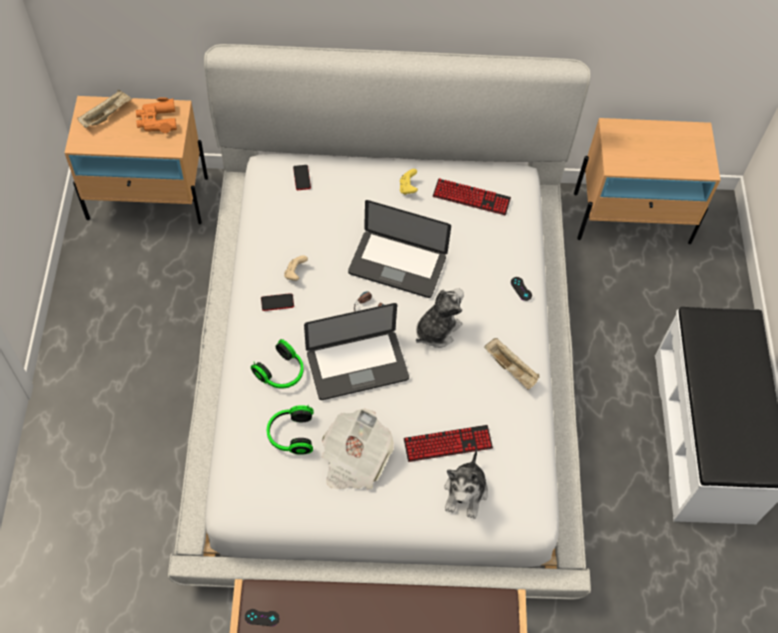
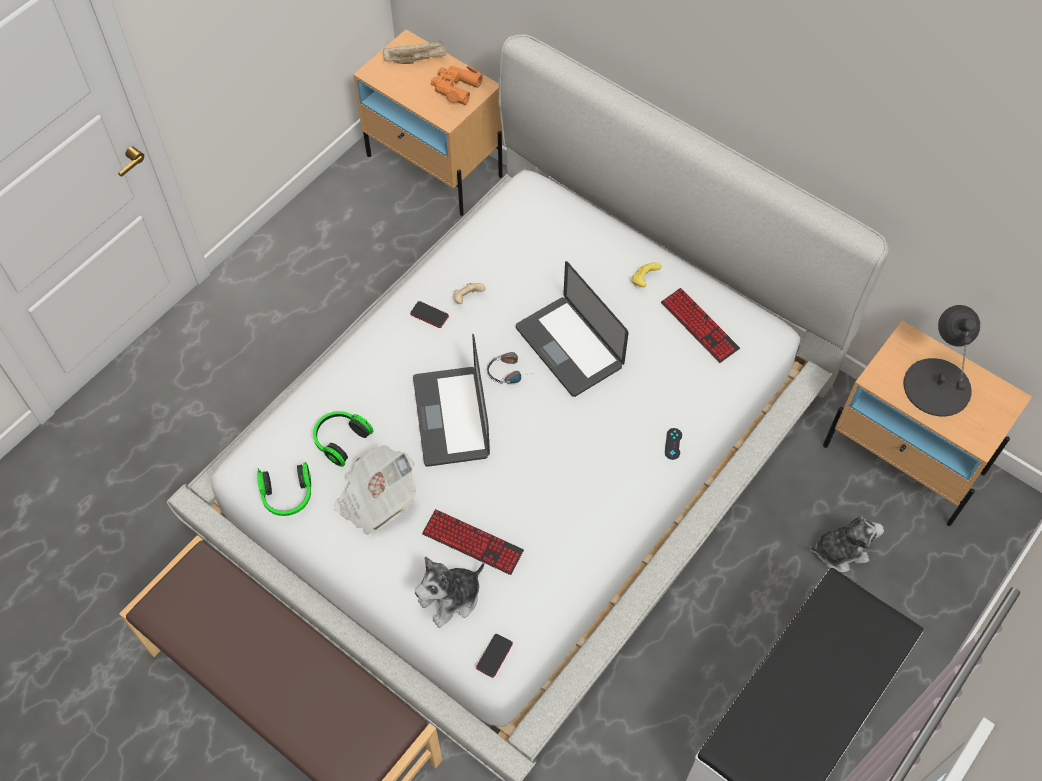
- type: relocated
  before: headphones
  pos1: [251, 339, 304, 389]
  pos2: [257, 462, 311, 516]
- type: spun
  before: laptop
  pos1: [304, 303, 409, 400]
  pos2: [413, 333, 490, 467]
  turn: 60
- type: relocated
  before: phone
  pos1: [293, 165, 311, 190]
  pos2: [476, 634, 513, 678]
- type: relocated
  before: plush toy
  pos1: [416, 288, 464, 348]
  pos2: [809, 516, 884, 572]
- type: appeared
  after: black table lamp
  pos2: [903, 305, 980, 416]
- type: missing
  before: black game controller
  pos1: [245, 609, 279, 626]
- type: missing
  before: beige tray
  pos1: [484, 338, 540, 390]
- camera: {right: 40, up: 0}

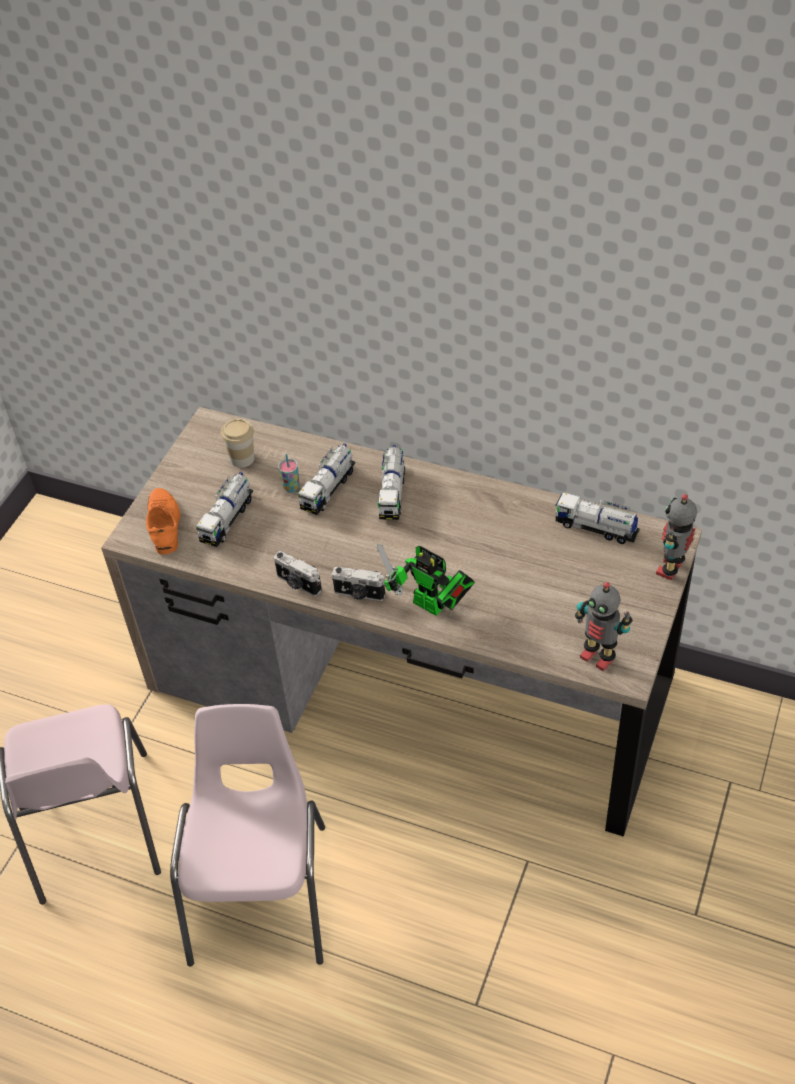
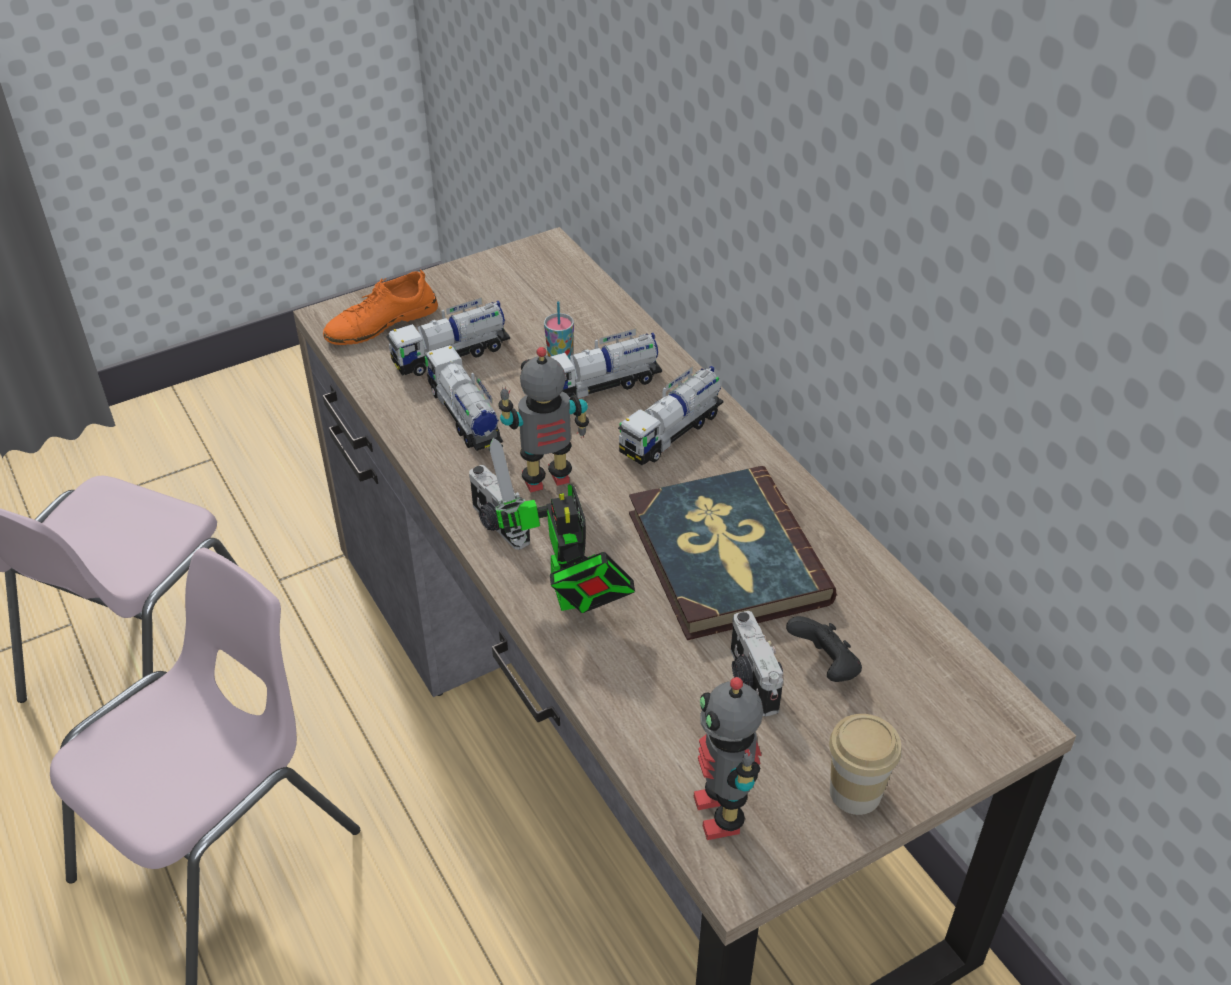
- type: spun
  before: orange shoe
  pos1: [146, 488, 180, 554]
  pos2: [323, 269, 438, 345]
  turn: -150
- type: relocated
  before: toy truck
  pos1: [555, 492, 640, 544]
  pos2: [425, 345, 503, 451]
- type: relocated
  before: toy robot
  pos1: [656, 494, 697, 581]
  pos2: [498, 347, 589, 493]
- type: appeared
  after: book
  pos2: [629, 466, 837, 640]
- type: relocated
  before: photo camera
  pos1: [274, 551, 322, 596]
  pos2: [731, 611, 783, 717]
- type: appeared
  after: black game controller
  pos2: [786, 616, 862, 682]
- type: relocated
  before: cup
  pos1: [221, 419, 254, 468]
  pos2: [829, 714, 902, 815]
- camera: {right: 35, up: -5}

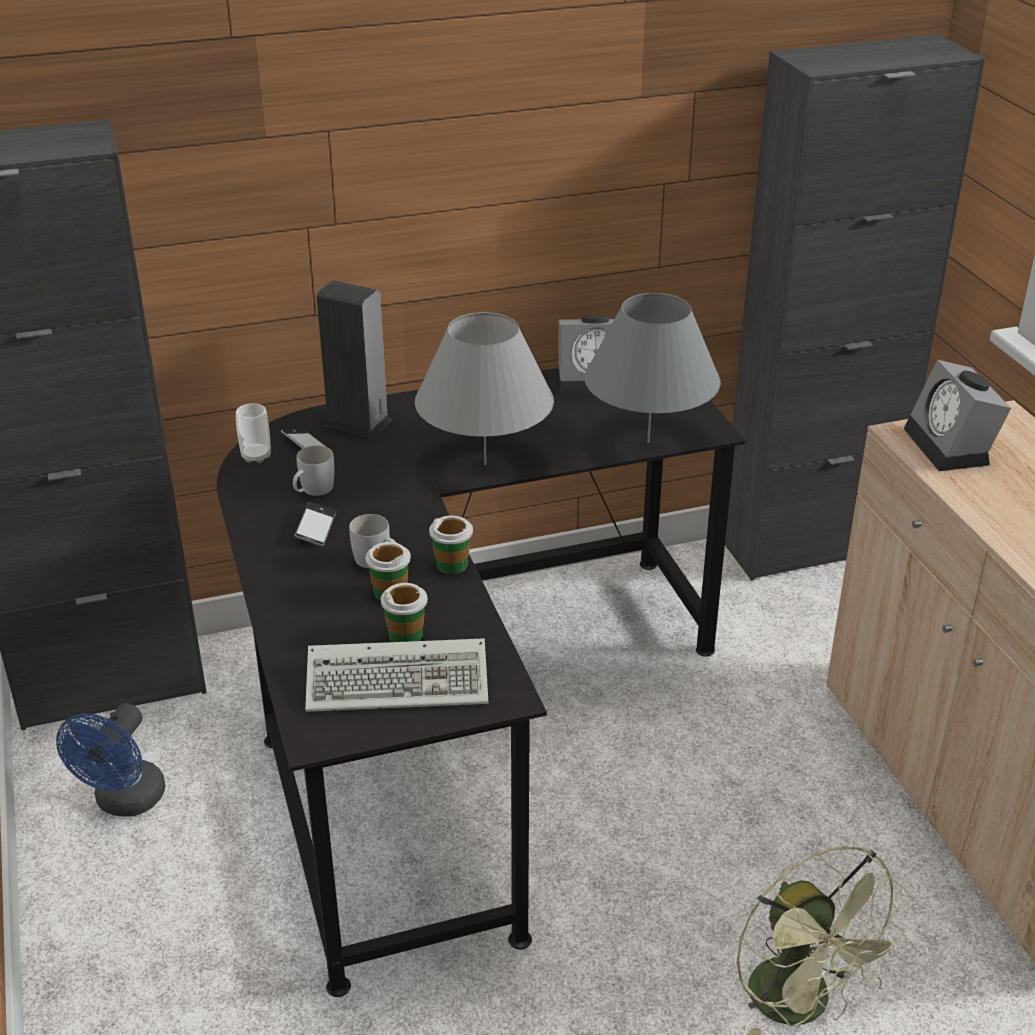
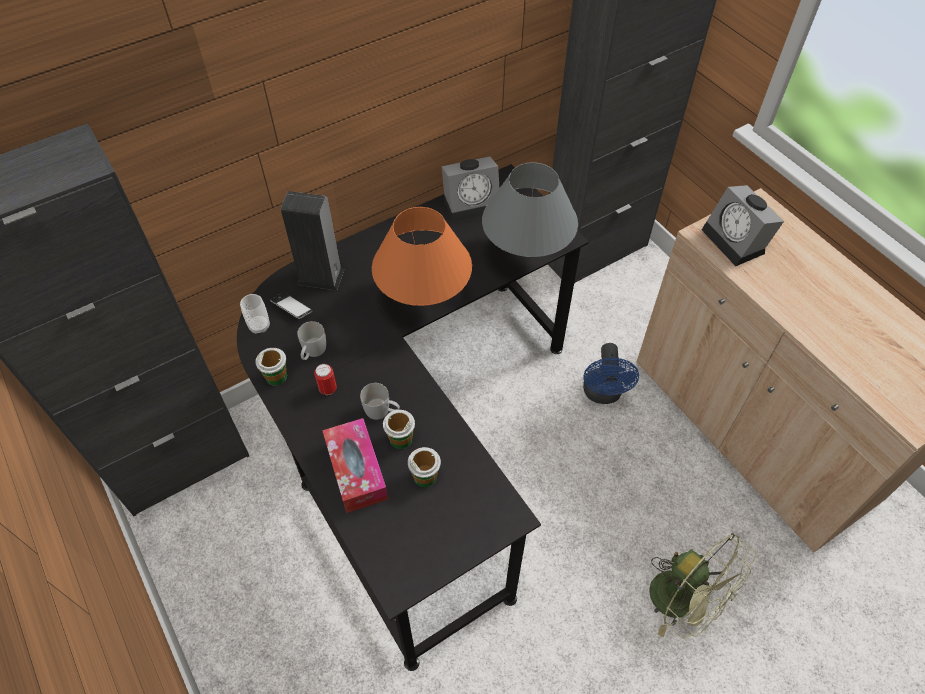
- type: relocated
  before: cup
  pos1: [429, 515, 473, 574]
  pos2: [255, 348, 287, 386]
- type: exchanged
  before: phone
  after: can
  pos1: [295, 502, 336, 546]
  pos2: [314, 364, 337, 395]
- type: appeared
  after: tissue box
  pos2: [322, 418, 388, 513]
- type: colour
  before: grey table lamp
  after: orange table lamp
  pos1: [415, 312, 554, 465]
  pos2: [372, 207, 472, 306]
- type: relocated
  before: blue fan
  pos1: [56, 703, 165, 816]
  pos2: [583, 343, 639, 404]
- type: missing
  before: keyboard
  pos1: [305, 638, 488, 712]
- camera: {right: -15, up: 20}

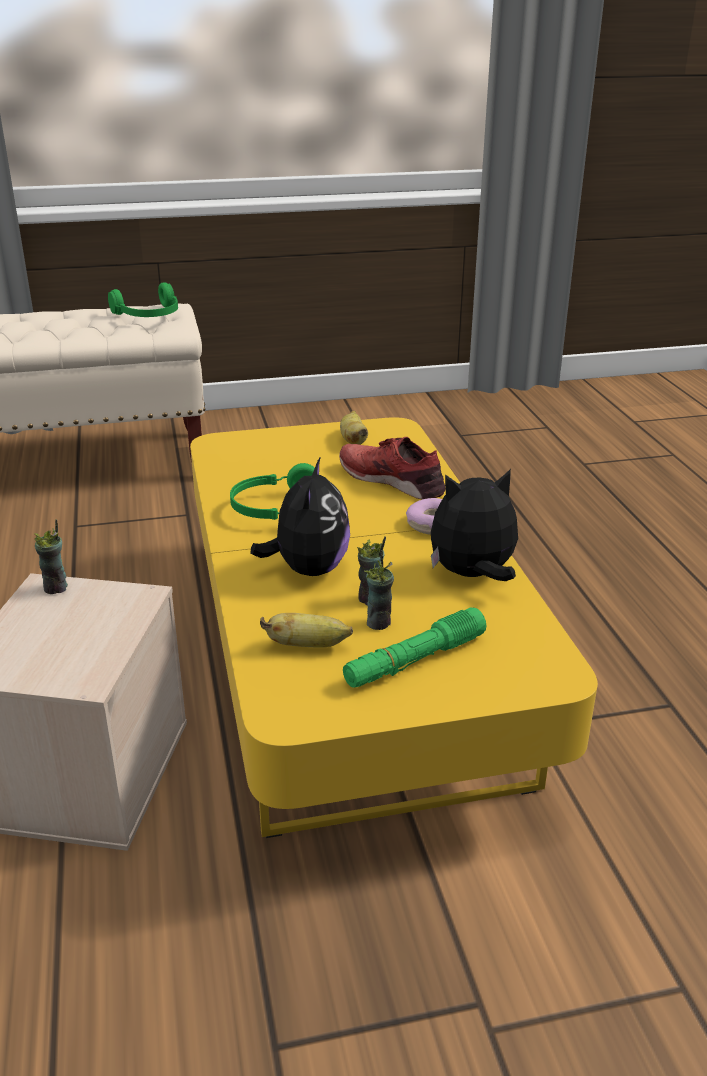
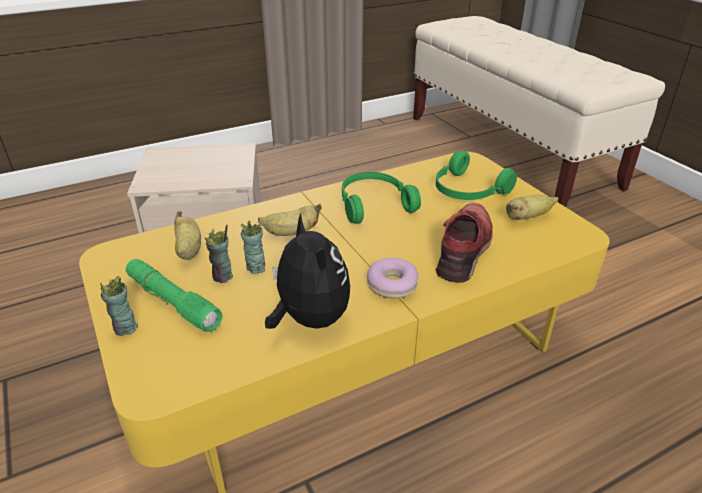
- type: relocated
  before: cup
  pos1: [35, 519, 68, 594]
  pos2: [100, 276, 138, 336]
- type: exchanged
  before: plush toy
  after: banana
  pos1: [250, 456, 350, 576]
  pos2: [258, 204, 322, 236]
- type: relocated
  before: green headphones
  pos1: [108, 282, 178, 317]
  pos2: [436, 151, 517, 200]
- camera: {right: 75, up: 5}

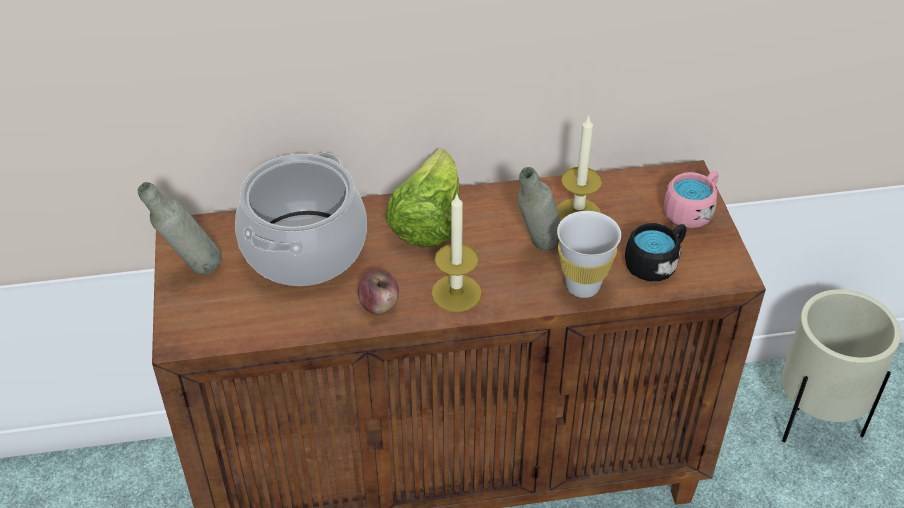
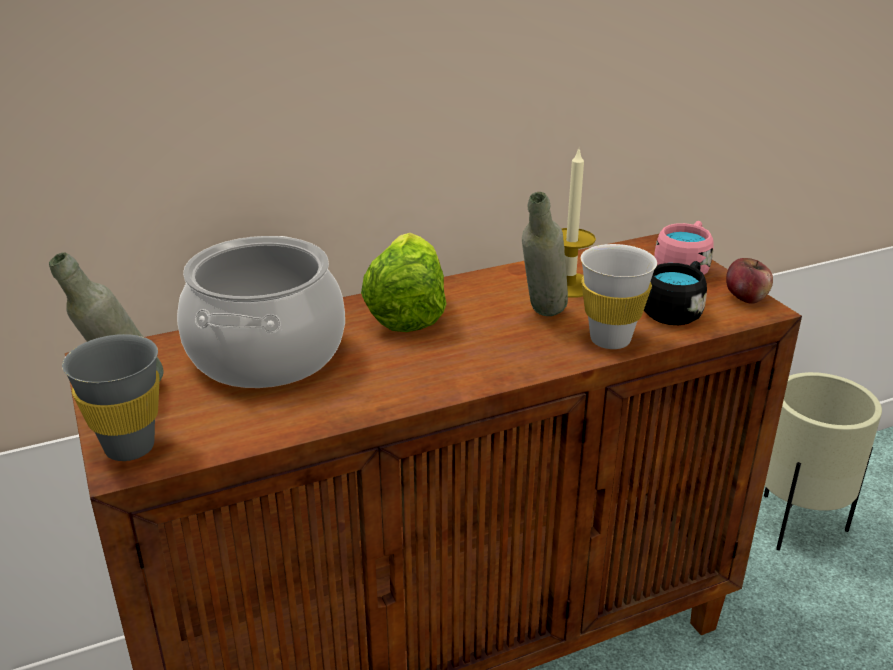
- type: appeared
  after: grey cup
  pos2: [62, 334, 160, 461]
- type: relocated
  before: apple
  pos1: [358, 270, 399, 314]
  pos2: [726, 258, 773, 304]
- type: missing
  before: candle
  pos1: [431, 194, 482, 312]
- camera: {right: -15, up: -15}

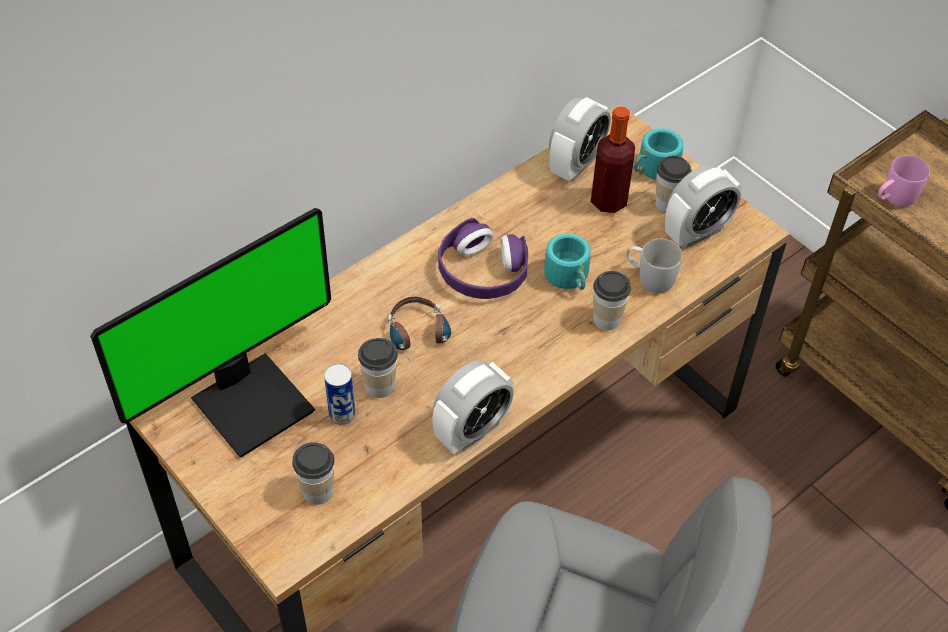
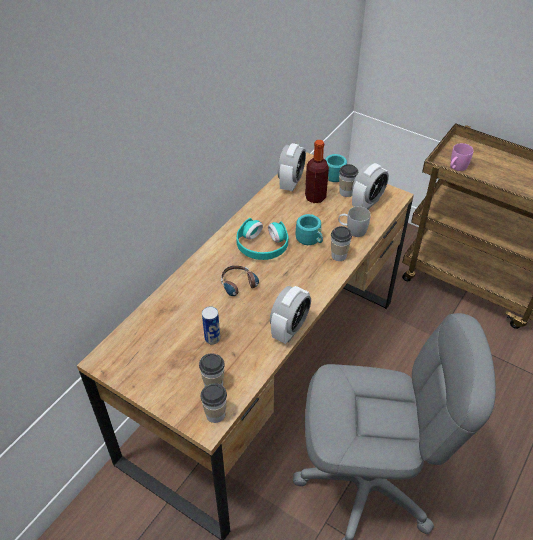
- type: relocated
  before: cup
  pos1: [358, 338, 398, 398]
  pos2: [200, 383, 227, 423]
- type: colour
  before: purple headphones
  after: turquoise headphones
  pos1: [438, 218, 528, 299]
  pos2: [236, 218, 288, 260]
- type: missing
  before: monitor
  pos1: [90, 208, 331, 457]
- camera: {right: -15, up: -5}

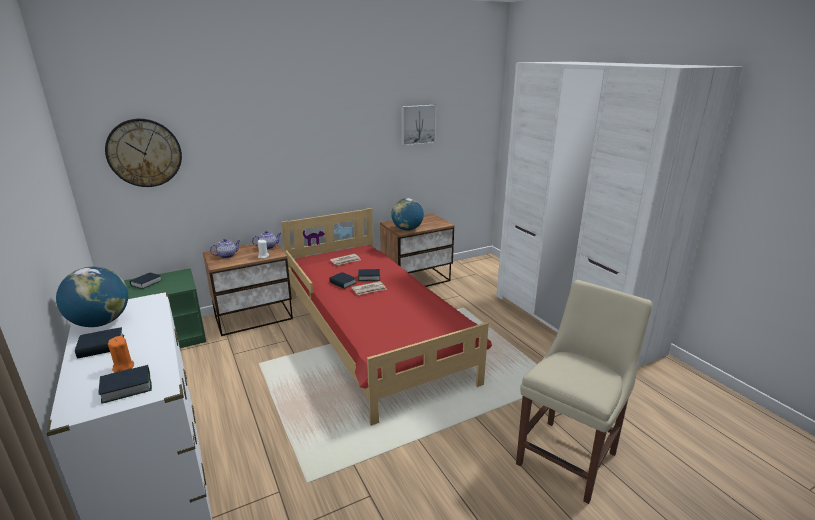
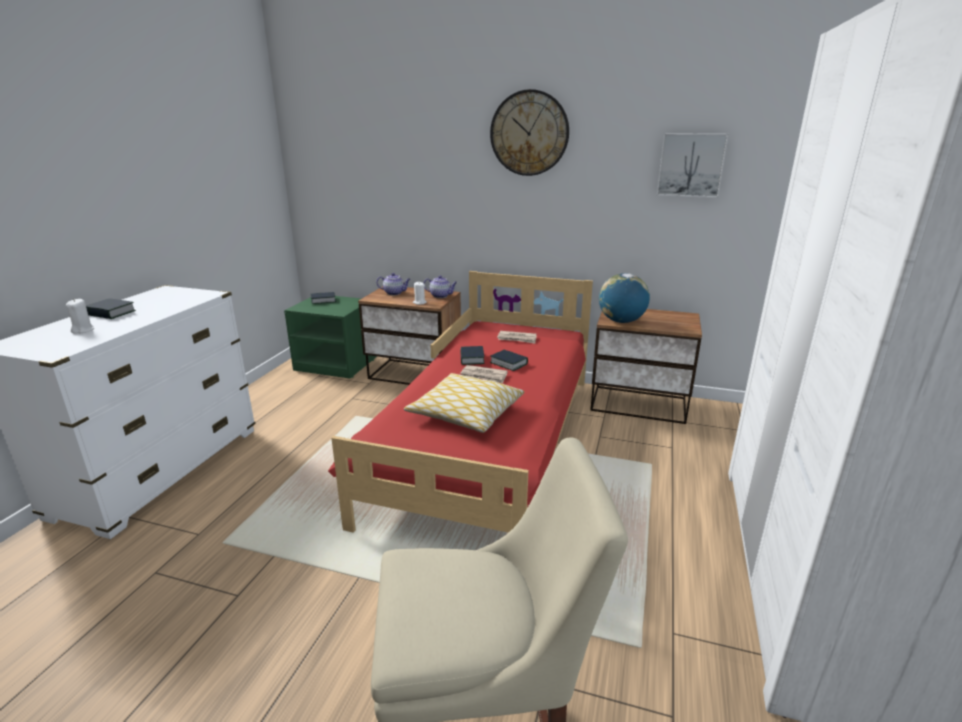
- type: colour
  before: orange candle
  after: white candle
  pos1: [108, 336, 134, 372]
  pos2: [66, 299, 94, 334]
- type: appeared
  after: pillow
  pos2: [404, 373, 524, 433]
- type: relocated
  before: wall clock
  pos1: [105, 119, 182, 187]
  pos2: [490, 89, 569, 176]
- type: missing
  before: globe
  pos1: [56, 267, 128, 327]
- type: missing
  before: book
  pos1: [99, 365, 152, 404]
- camera: {right: 45, up: 0}

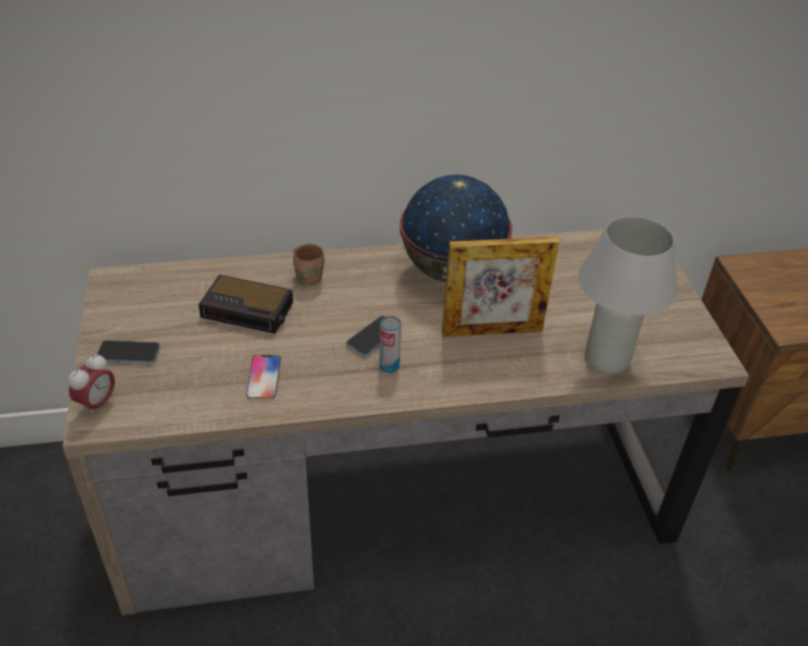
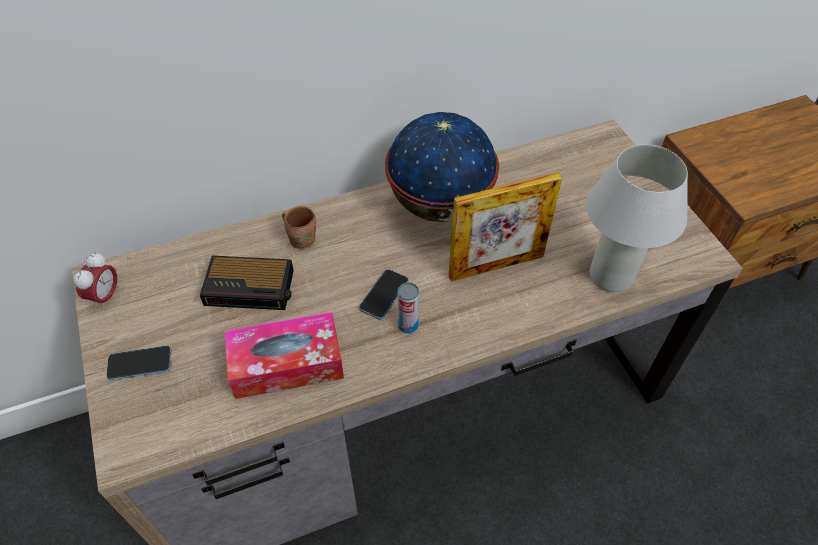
- type: relocated
  before: alarm clock
  pos1: [68, 353, 115, 417]
  pos2: [73, 252, 119, 309]
- type: exchanged
  before: phone
  after: tissue box
  pos1: [246, 355, 281, 399]
  pos2: [225, 312, 344, 399]
- camera: {right: -10, up: 10}

